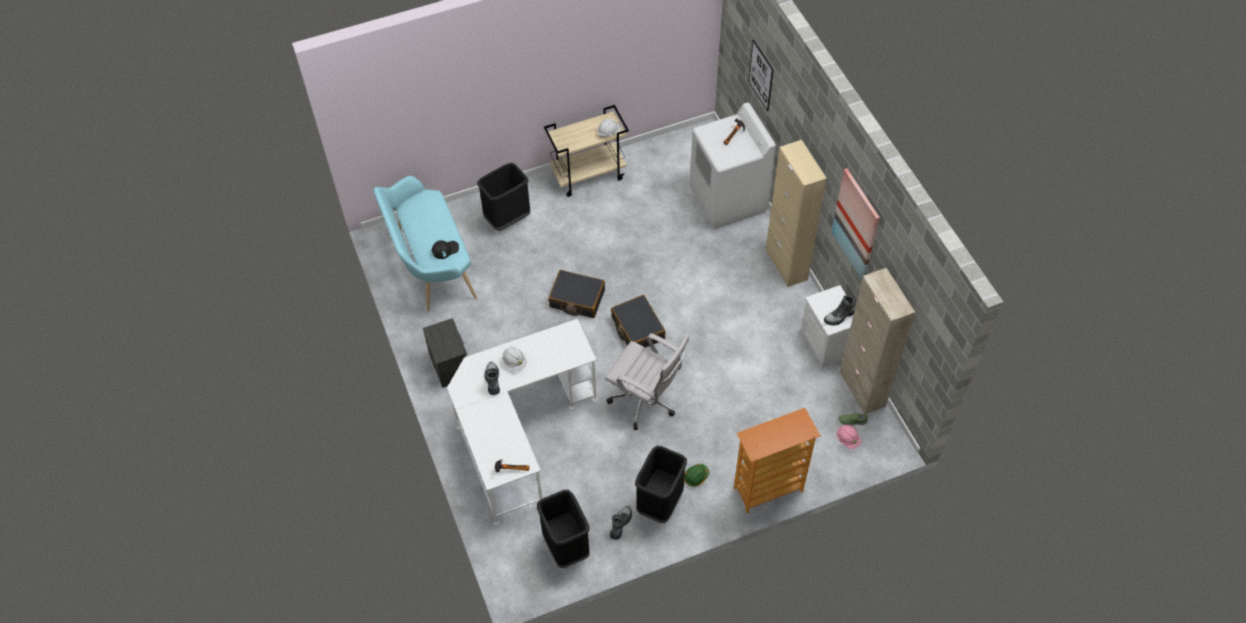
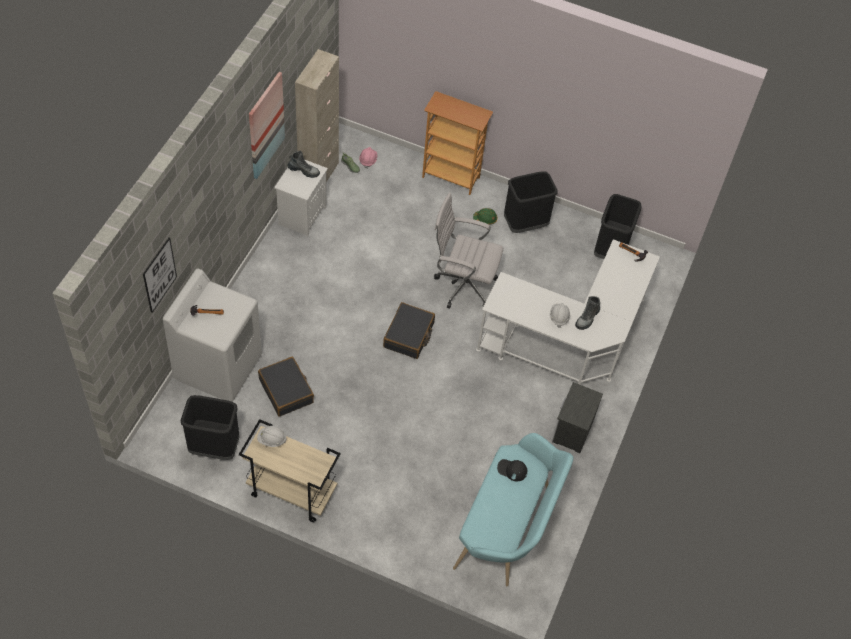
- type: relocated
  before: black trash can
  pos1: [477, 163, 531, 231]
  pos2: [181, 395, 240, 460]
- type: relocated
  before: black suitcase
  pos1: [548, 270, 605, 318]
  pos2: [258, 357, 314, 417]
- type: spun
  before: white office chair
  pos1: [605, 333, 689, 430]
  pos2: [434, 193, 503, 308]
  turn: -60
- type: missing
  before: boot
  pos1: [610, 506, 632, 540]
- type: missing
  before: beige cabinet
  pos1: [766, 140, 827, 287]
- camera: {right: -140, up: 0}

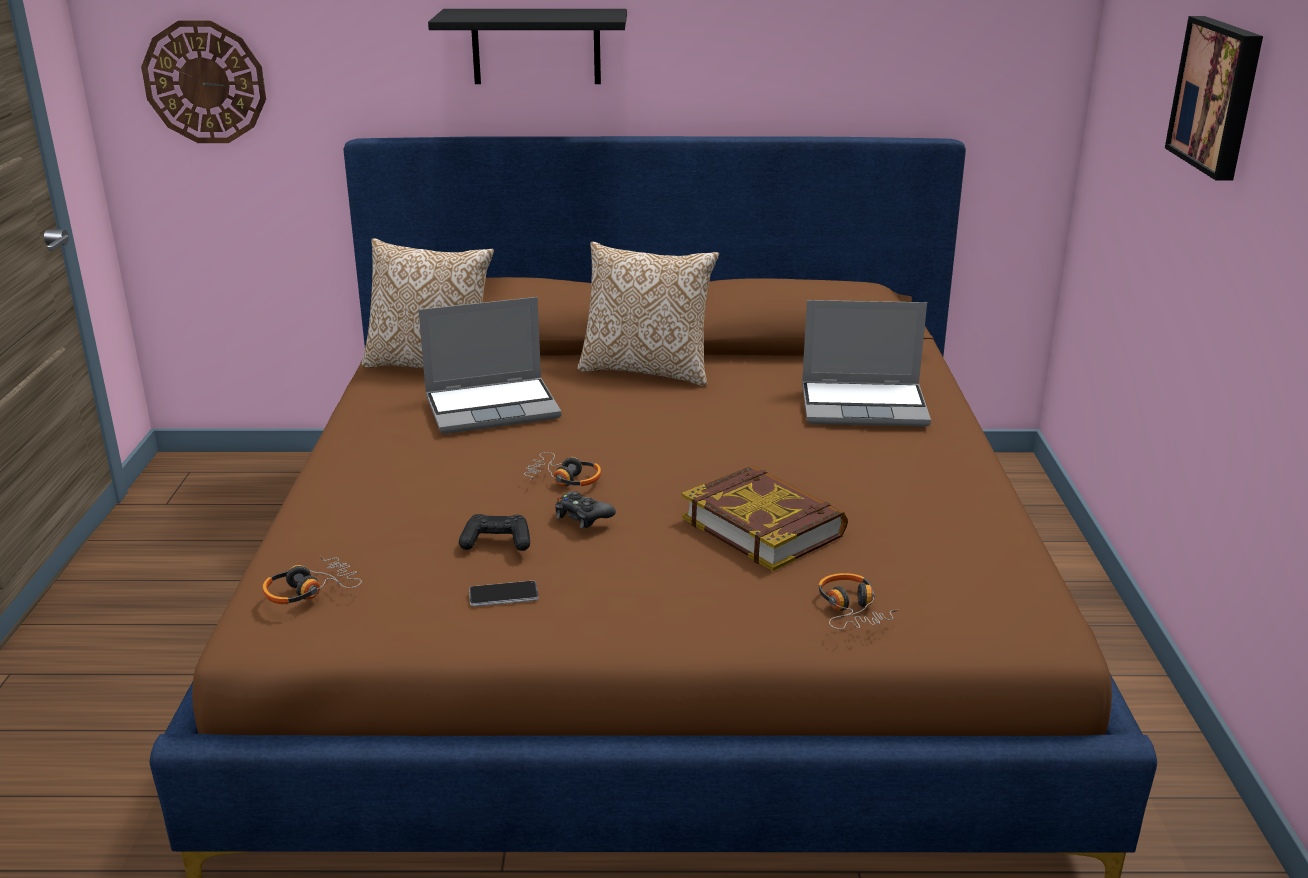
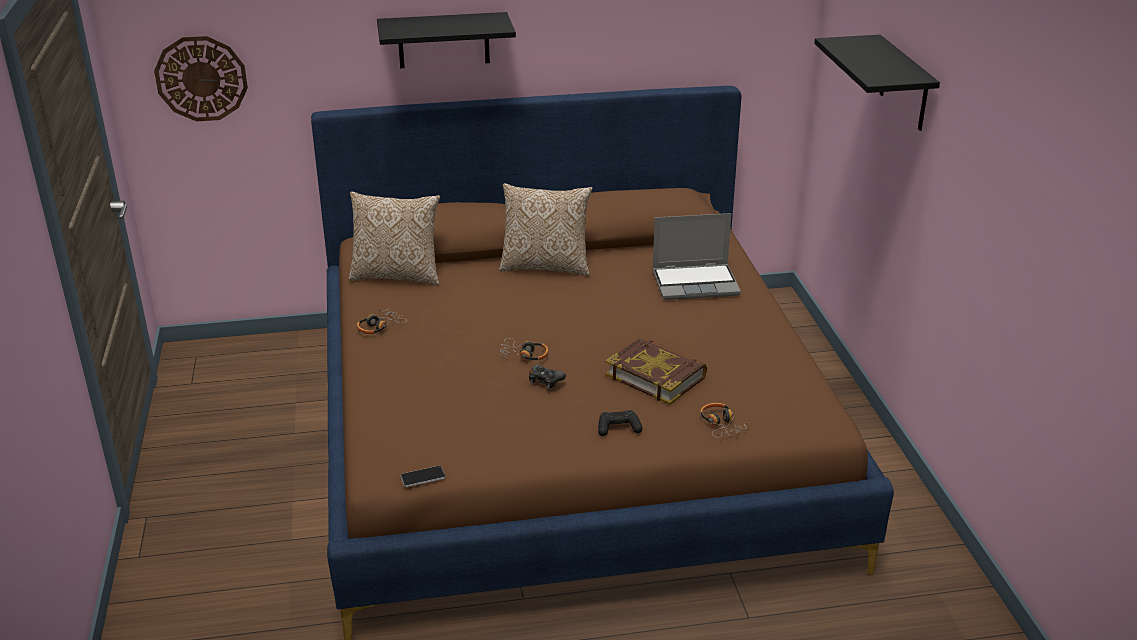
- type: relocated
  before: headphones
  pos1: [263, 556, 362, 604]
  pos2: [357, 309, 407, 334]
- type: relocated
  before: phone
  pos1: [469, 581, 539, 607]
  pos2: [400, 466, 446, 487]
- type: relocated
  before: black game controller
  pos1: [459, 514, 530, 551]
  pos2: [598, 410, 643, 436]
- type: exchanged
  before: picture
  after: black shelf
  pos1: [1165, 16, 1263, 181]
  pos2: [814, 35, 940, 131]
- type: missing
  before: laptop
  pos1: [418, 297, 562, 434]
- camera: {right: -10, up: 5}

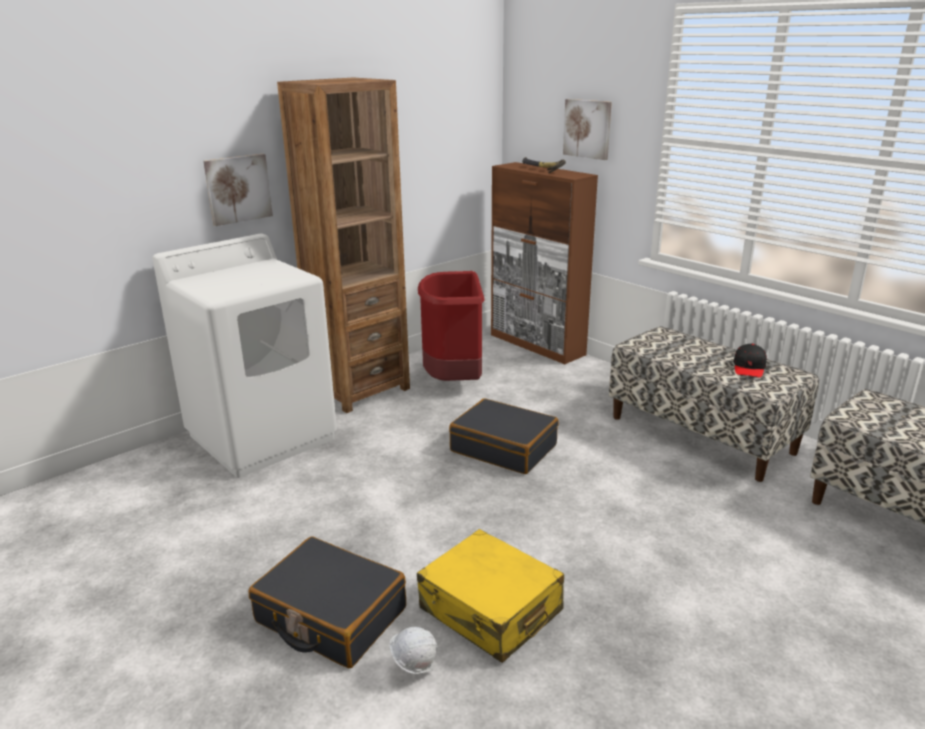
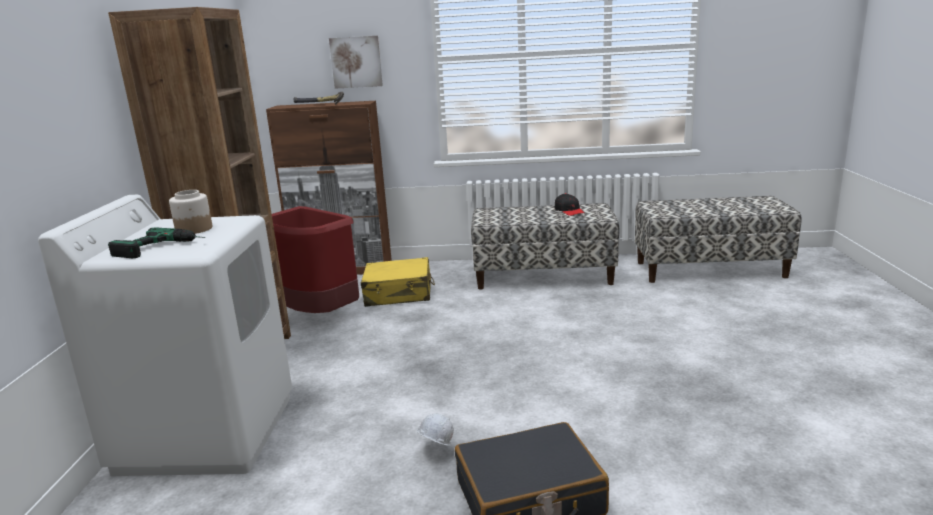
- type: appeared
  after: power drill
  pos2: [108, 228, 206, 258]
- type: appeared
  after: jar
  pos2: [169, 190, 213, 234]
- type: relocated
  before: yellow suitcase
  pos1: [417, 529, 564, 663]
  pos2: [361, 257, 435, 307]
- type: relocated
  before: white hard hat
  pos1: [389, 627, 438, 674]
  pos2: [416, 413, 454, 446]
- type: missing
  before: picture
  pos1: [203, 154, 273, 226]
- type: missing
  before: black suitcase
  pos1: [449, 398, 559, 474]
- camera: {right: -45, up: -5}

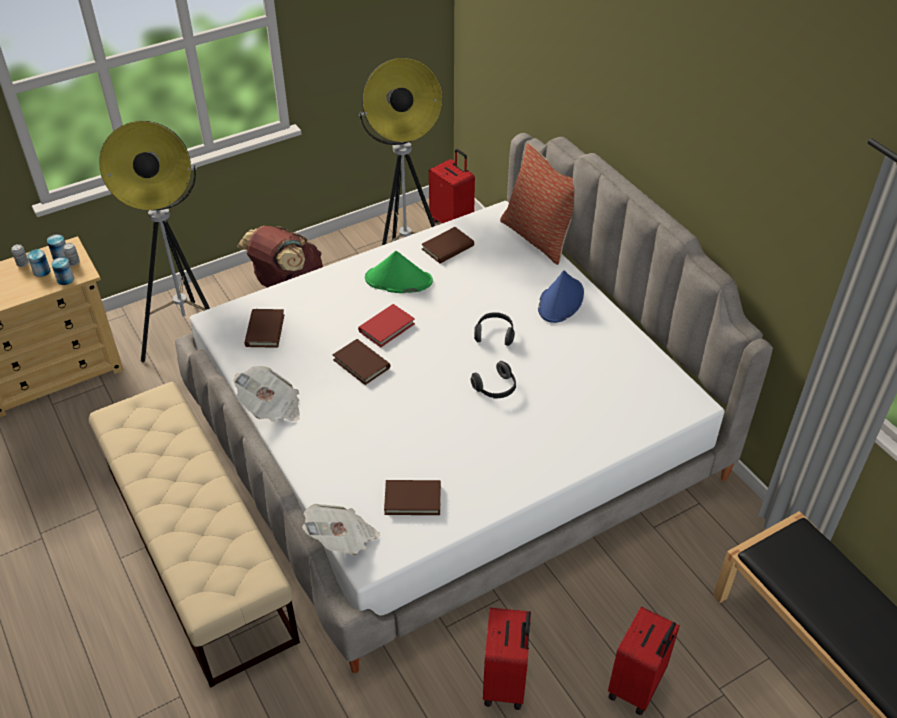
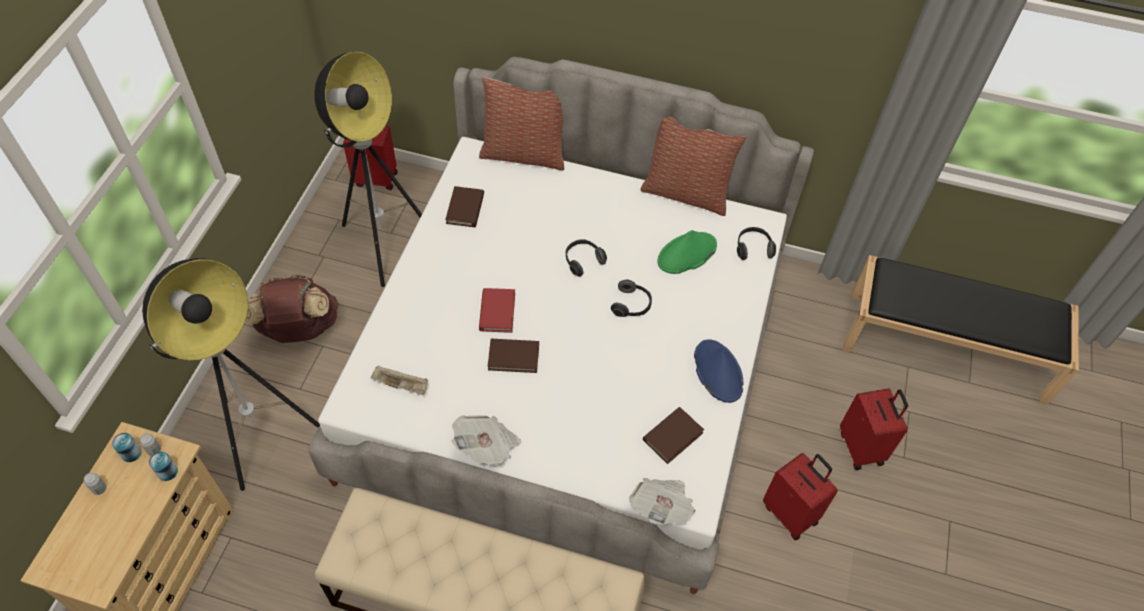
- type: exchanged
  before: brown book
  after: beige tray
  pos1: [244, 309, 285, 348]
  pos2: [371, 366, 428, 395]
- type: appeared
  after: pillow
  pos2: [641, 116, 746, 216]
- type: relocated
  before: green hat
  pos1: [365, 251, 433, 293]
  pos2: [658, 230, 717, 274]
- type: relocated
  before: blue hat
  pos1: [538, 270, 584, 323]
  pos2: [694, 340, 744, 403]
- type: appeared
  after: headphones
  pos2: [737, 227, 776, 260]
- type: missing
  before: can
  pos1: [27, 249, 51, 277]
- camera: {right: -45, up: 10}

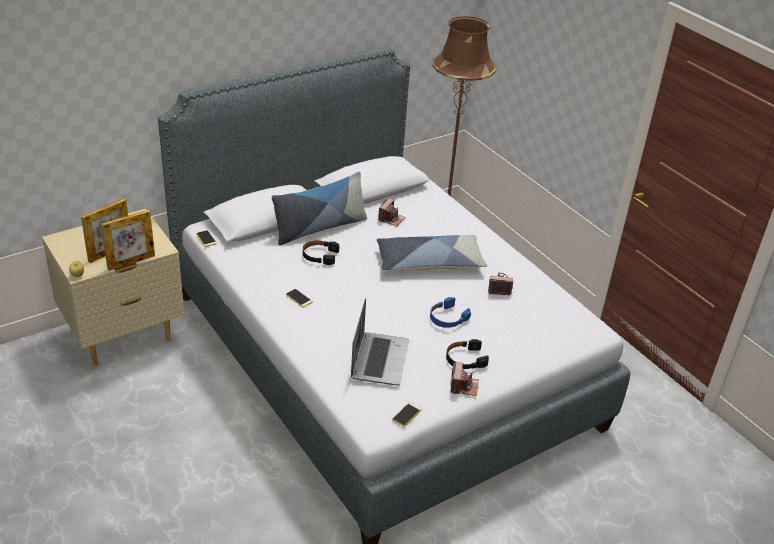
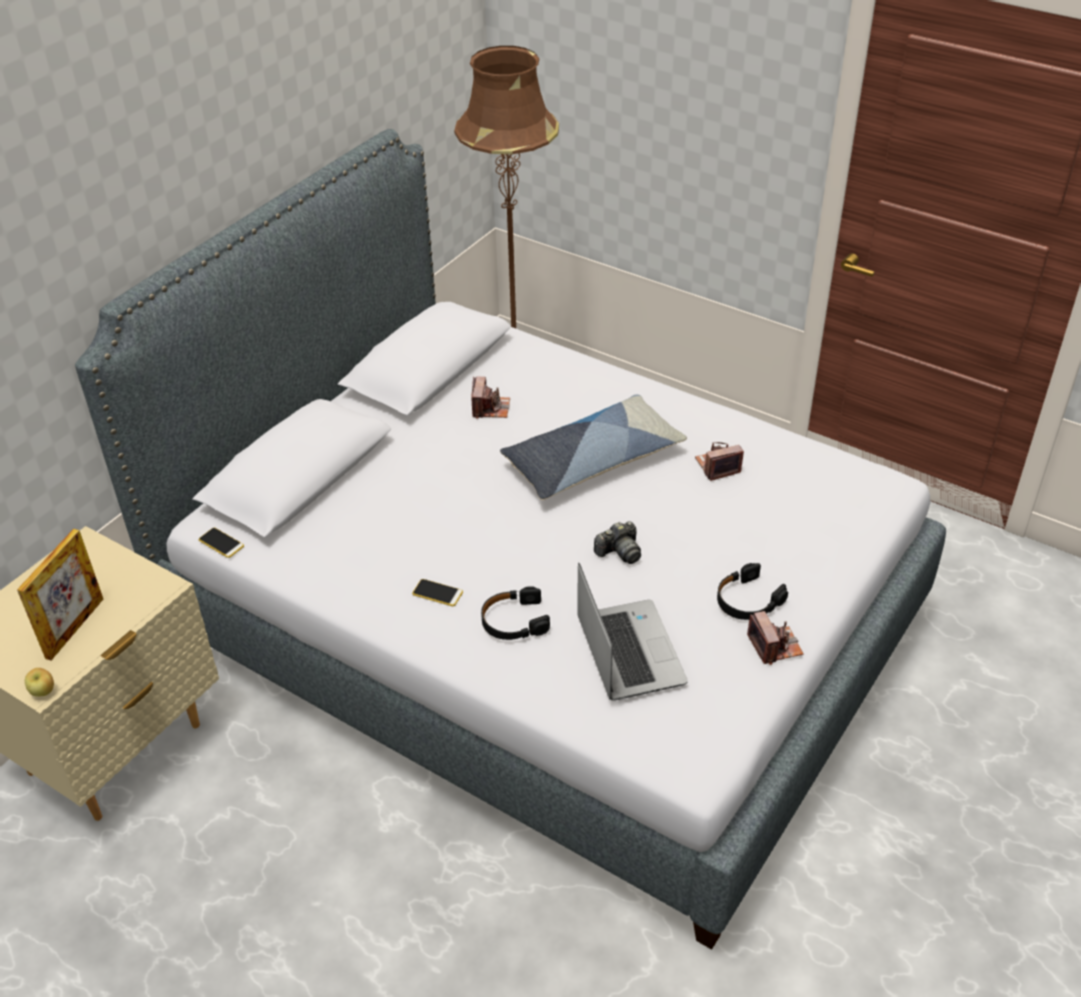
- type: relocated
  before: black headphones
  pos1: [303, 240, 339, 265]
  pos2: [481, 586, 550, 640]
- type: appeared
  after: photo camera
  pos2: [594, 521, 641, 564]
- type: missing
  before: picture frame
  pos1: [101, 210, 155, 271]
- type: missing
  before: pillow
  pos1: [272, 172, 367, 245]
- type: missing
  before: phone
  pos1: [392, 402, 422, 426]
- type: missing
  before: blue headphones
  pos1: [430, 297, 471, 328]
- camera: {right: -20, up: 5}

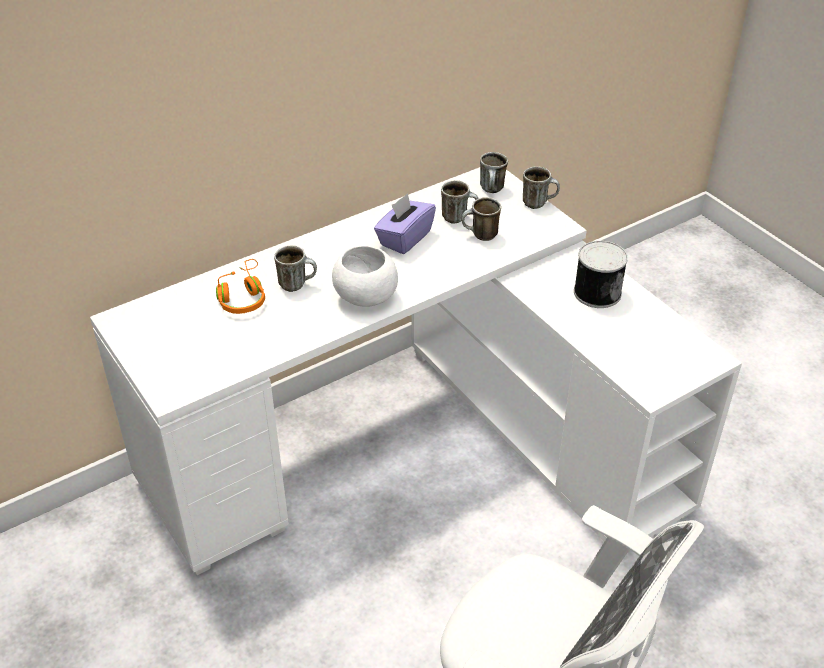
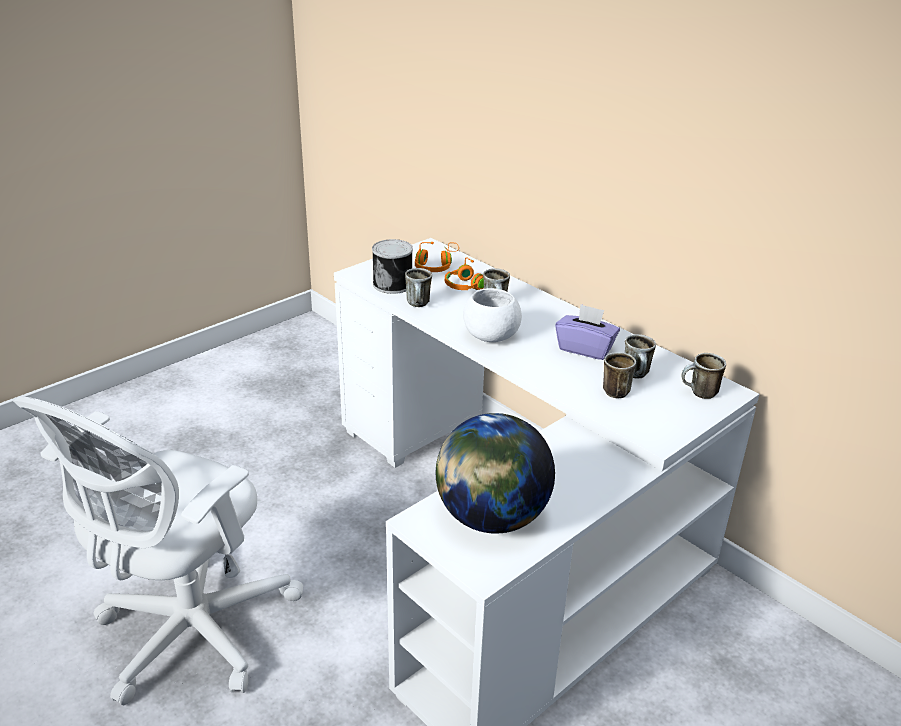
- type: relocated
  before: can
  pos1: [574, 241, 628, 308]
  pos2: [372, 239, 413, 294]
- type: relocated
  before: mug
  pos1: [523, 166, 560, 209]
  pos2: [405, 268, 432, 307]
- type: appeared
  after: orange headphones
  pos2: [415, 242, 459, 272]
- type: appeared
  after: globe
  pos2: [435, 413, 555, 534]
- camera: {right: 80, up: -10}

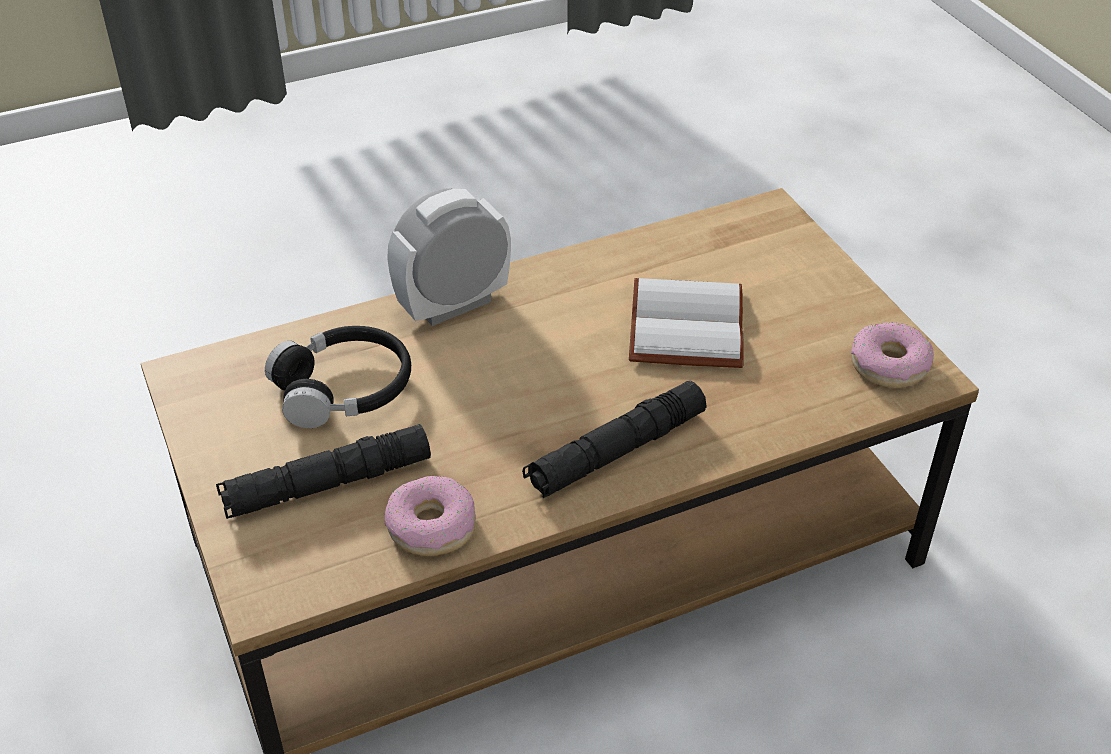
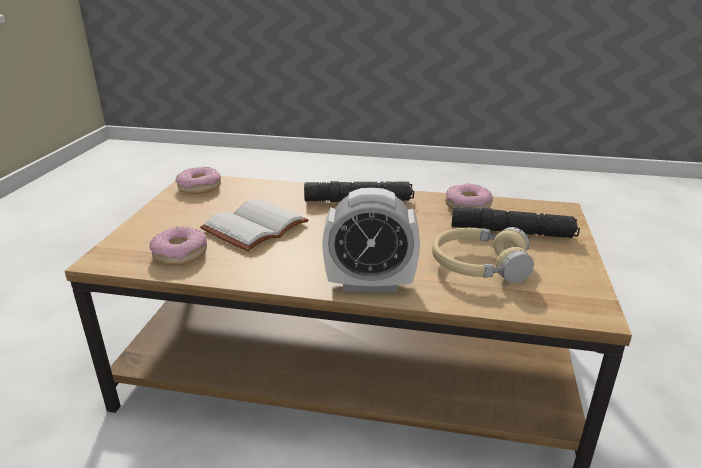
- type: appeared
  after: donut
  pos2: [150, 226, 207, 265]
- type: colour
  before: black headphones
  after: beige headphones
  pos1: [265, 326, 411, 428]
  pos2: [432, 227, 534, 283]
- camera: {right: -145, up: -15}

